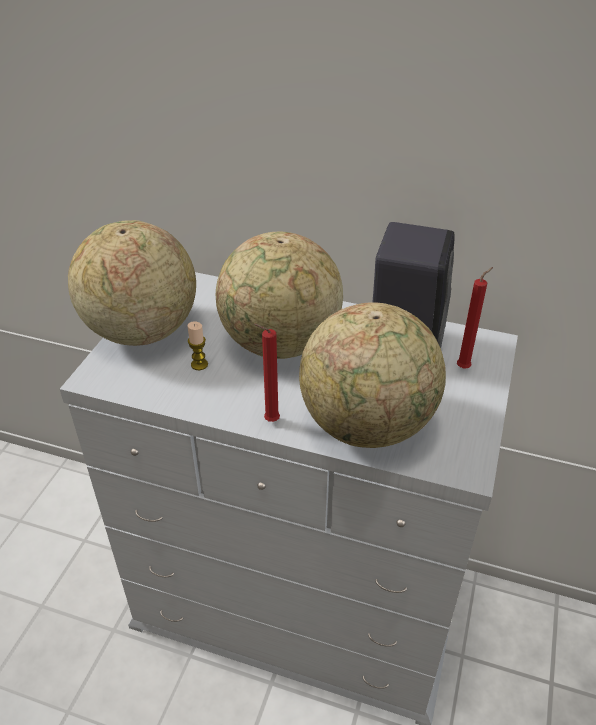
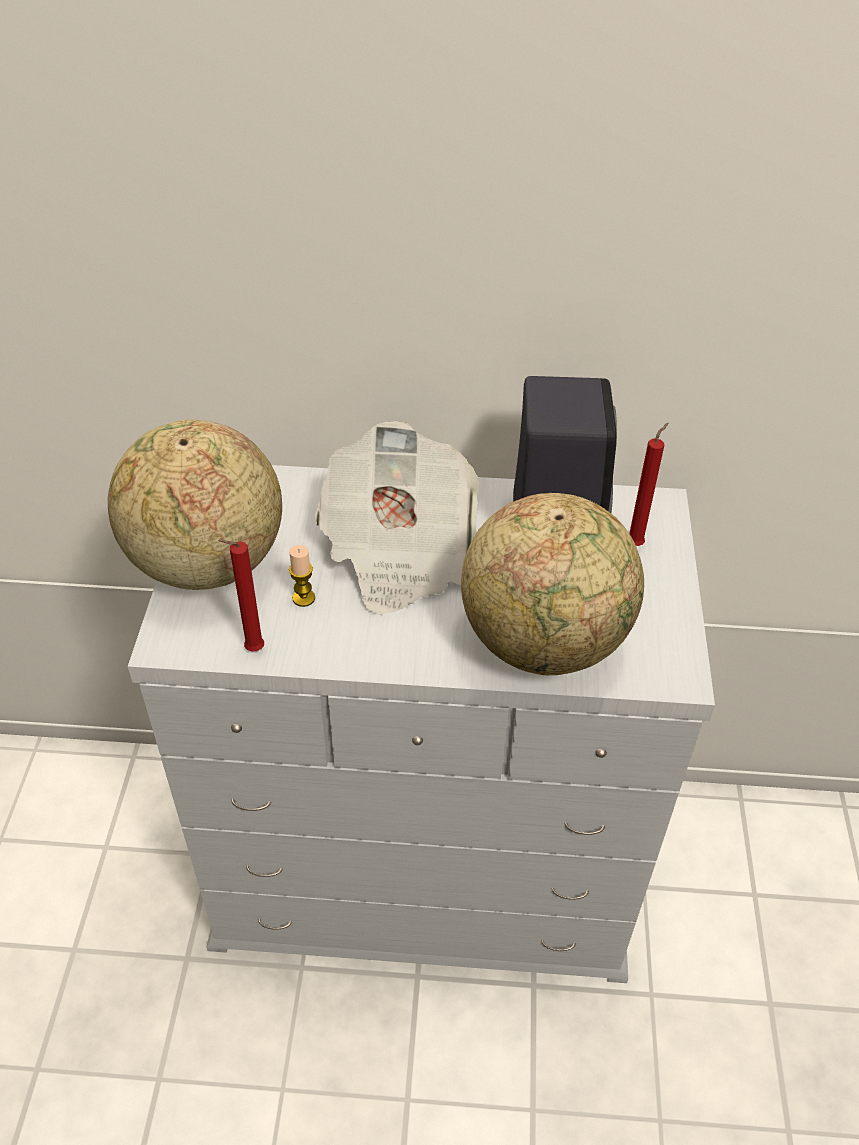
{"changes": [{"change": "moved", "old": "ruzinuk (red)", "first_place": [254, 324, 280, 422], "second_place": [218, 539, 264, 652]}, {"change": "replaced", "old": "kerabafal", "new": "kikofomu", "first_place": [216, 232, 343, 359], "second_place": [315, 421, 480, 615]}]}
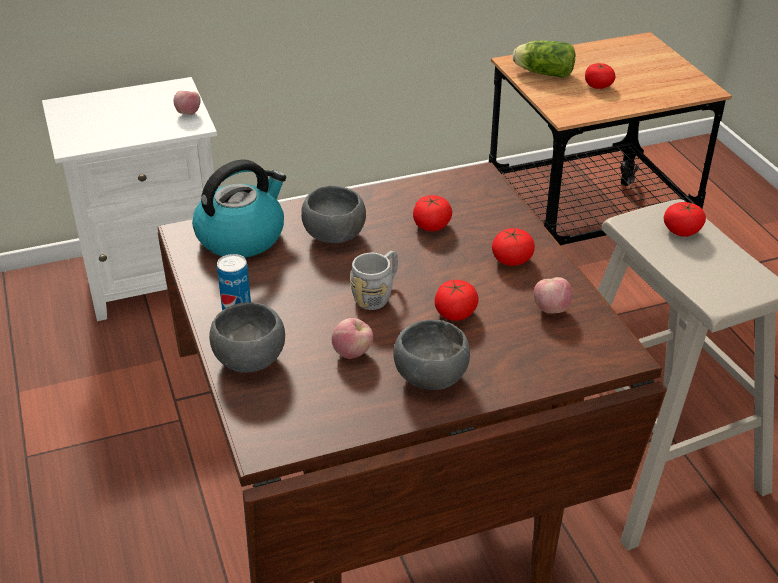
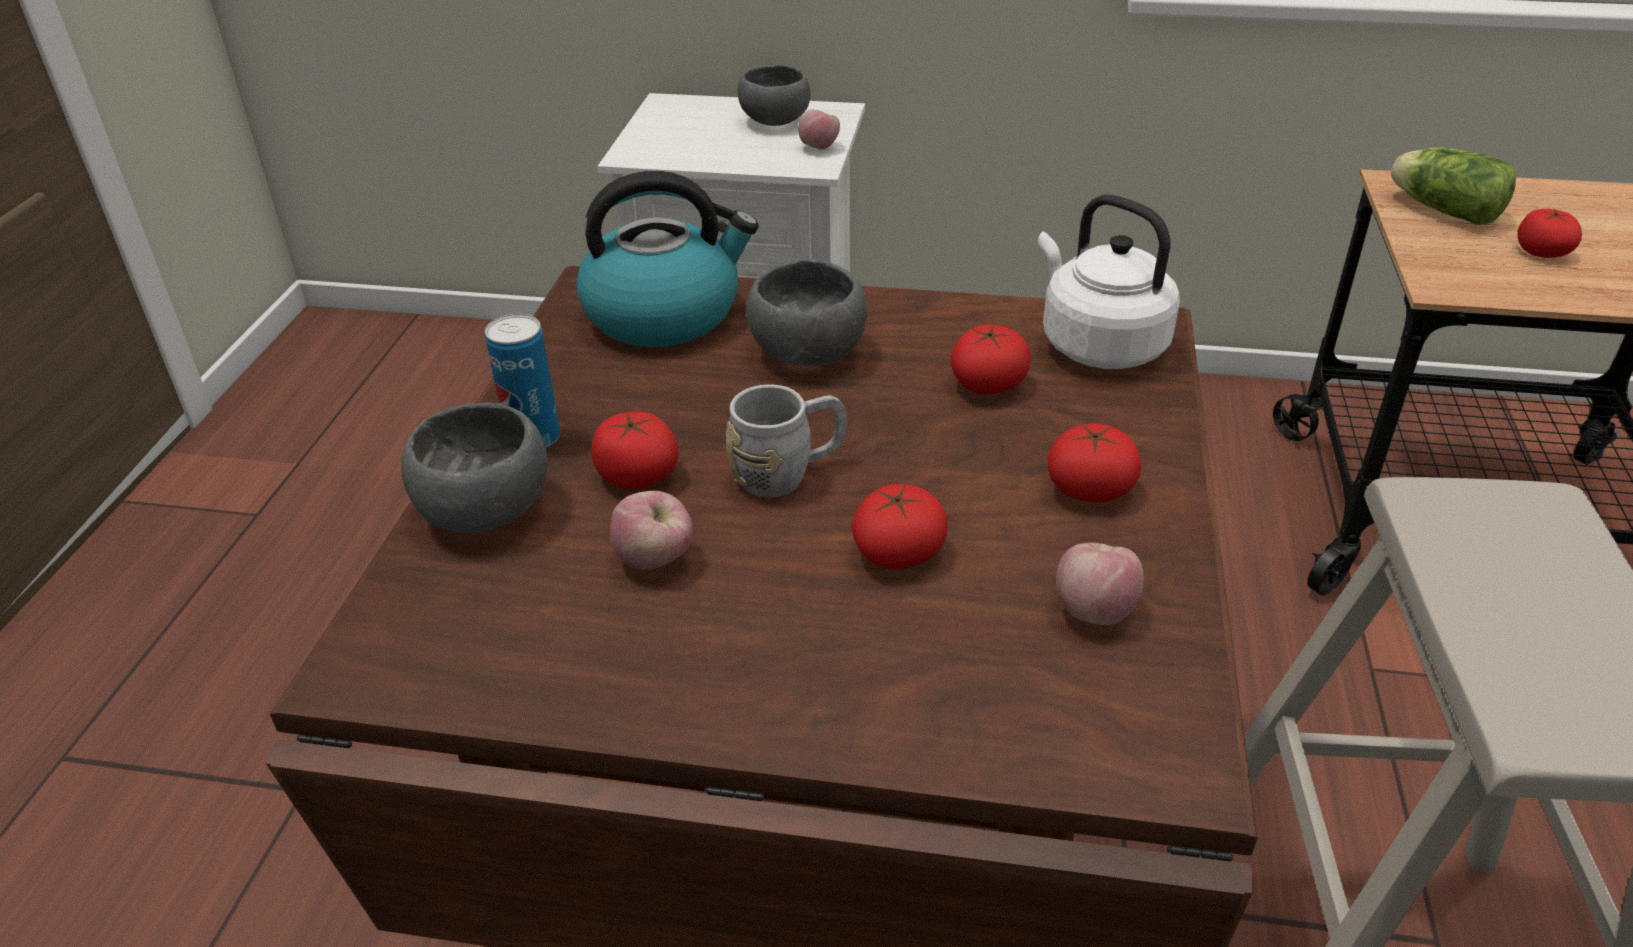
{"changes": [{"change": "added", "new": "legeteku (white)", "second_place": [1038, 194, 1180, 369]}, {"change": "moved", "old": "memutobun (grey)", "first_place": [393, 320, 470, 390], "second_place": [738, 65, 810, 126]}, {"change": "moved", "old": "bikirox", "first_place": [664, 202, 706, 237], "second_place": [591, 412, 678, 489]}]}
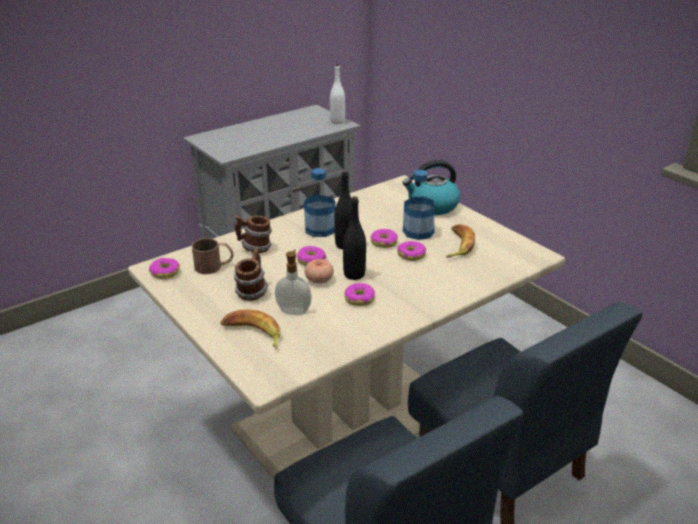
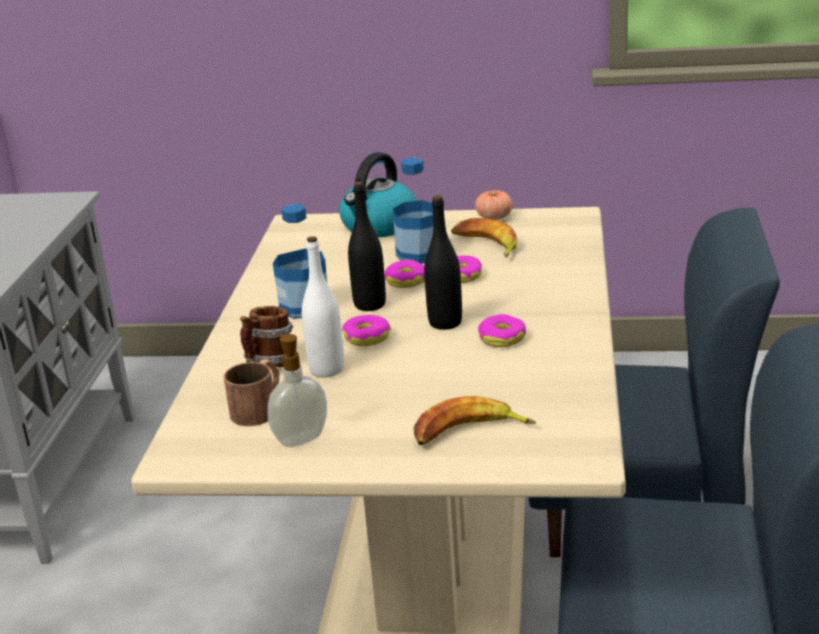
{"changes": [{"change": "removed", "old": "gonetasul", "first_place": [149, 258, 180, 279]}, {"change": "removed", "old": "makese", "first_place": [234, 248, 268, 301]}, {"change": "moved", "old": "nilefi", "first_place": [275, 250, 312, 315], "second_place": [267, 334, 327, 447]}, {"change": "moved", "old": "bikirox", "first_place": [305, 259, 334, 283], "second_place": [475, 190, 513, 220]}, {"change": "moved", "old": "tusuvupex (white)", "first_place": [330, 64, 345, 124], "second_place": [302, 236, 344, 377]}]}
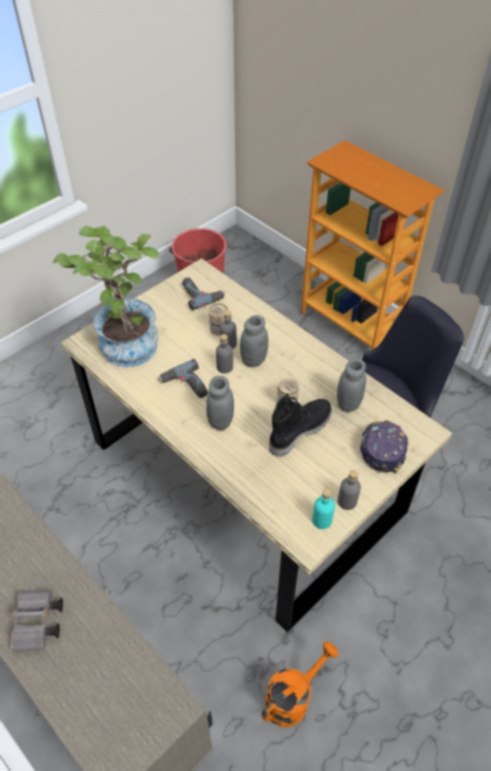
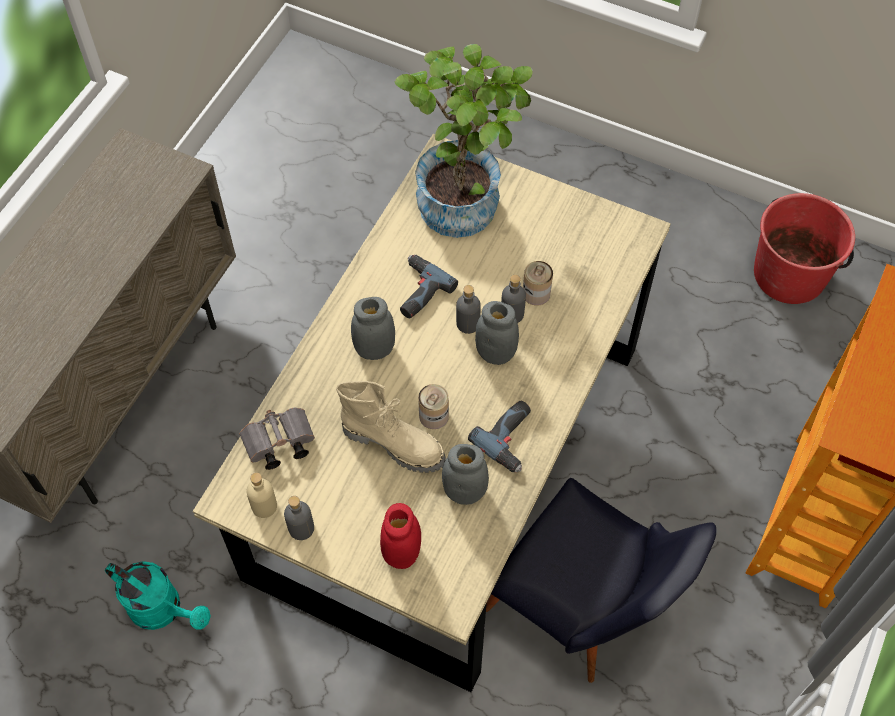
{"changes": [{"change": "moved", "old": "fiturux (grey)", "first_place": [10, 589, 63, 652], "second_place": [239, 408, 315, 470]}, {"change": "moved", "old": "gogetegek", "first_place": [182, 277, 225, 310], "second_place": [468, 401, 531, 472]}, {"change": "replaced", "old": "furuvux", "new": "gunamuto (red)", "first_place": [360, 420, 408, 474], "second_place": [380, 503, 421, 569]}, {"change": "recoloured", "old": "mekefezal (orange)", "new": "mekefezal (turquoise)", "first_place": [261, 641, 339, 727], "second_place": [105, 561, 211, 630]}, {"change": "recoloured", "old": "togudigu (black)", "new": "togudigu (beige)", "first_place": [269, 394, 332, 457], "second_place": [336, 381, 446, 473]}, {"change": "recoloured", "old": "tusuvupex (turquoise)", "new": "tusuvupex (beige)", "first_place": [312, 489, 335, 529], "second_place": [246, 473, 277, 518]}]}
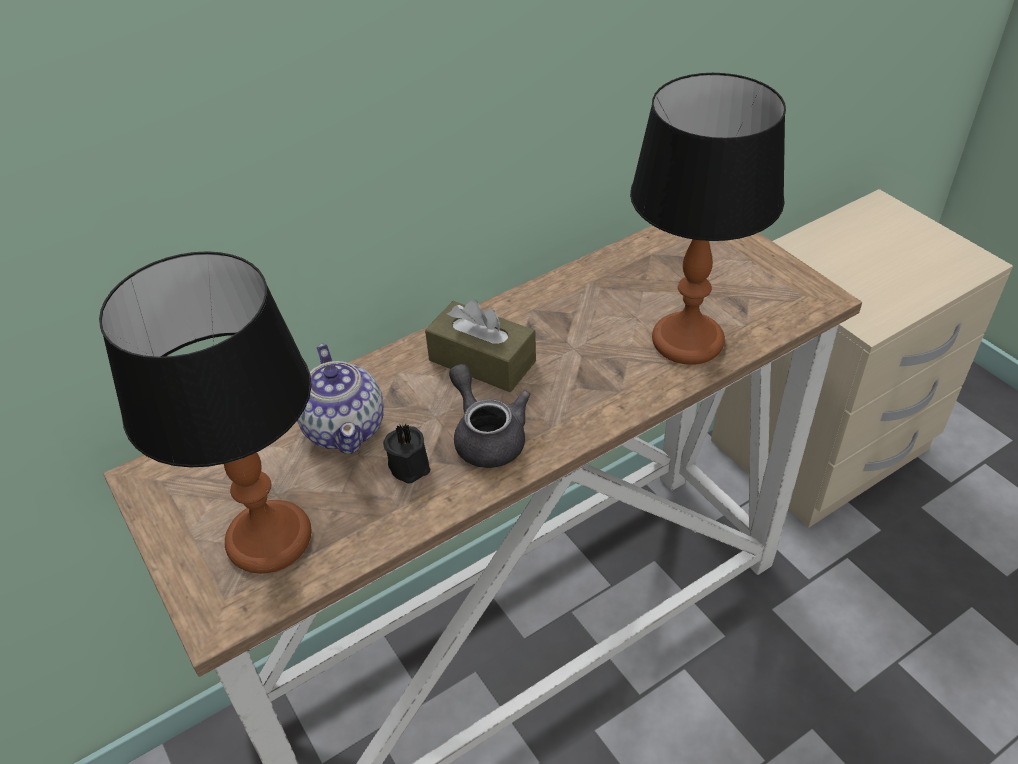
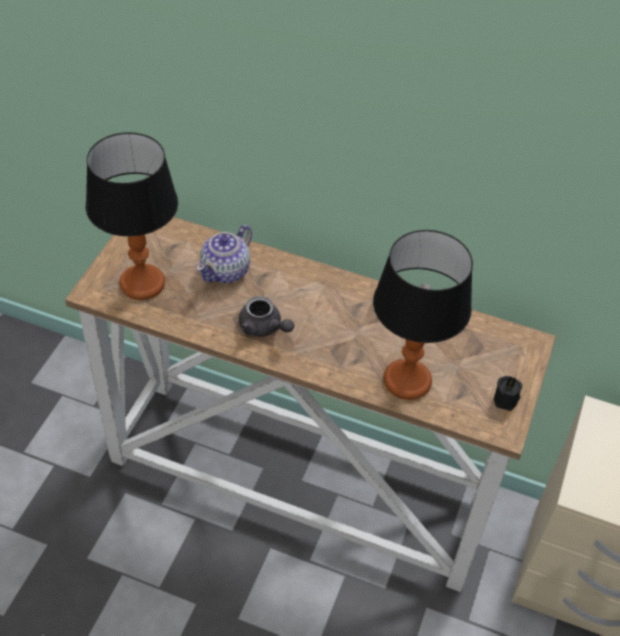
{"changes": [{"change": "removed", "old": "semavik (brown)", "first_place": [425, 300, 536, 392]}, {"change": "moved", "old": "ruzinuk (black)", "first_place": [383, 424, 430, 484], "second_place": [494, 376, 522, 411]}, {"change": "turned", "old": "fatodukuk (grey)", "first_place": [449, 364, 530, 468], "second_place": [239, 296, 294, 337], "degrees": 105}]}
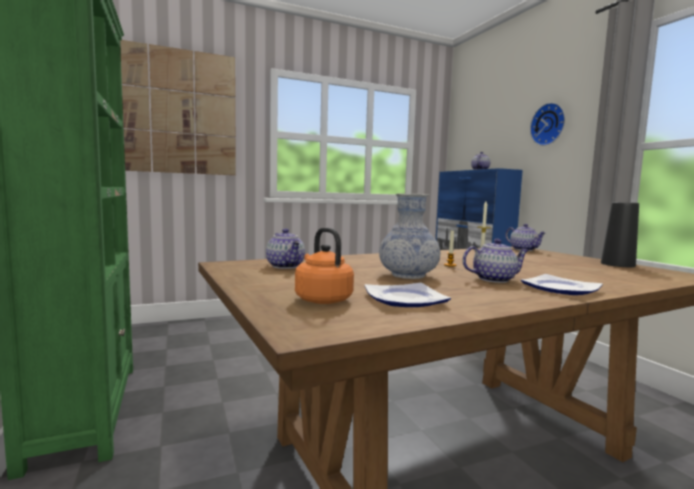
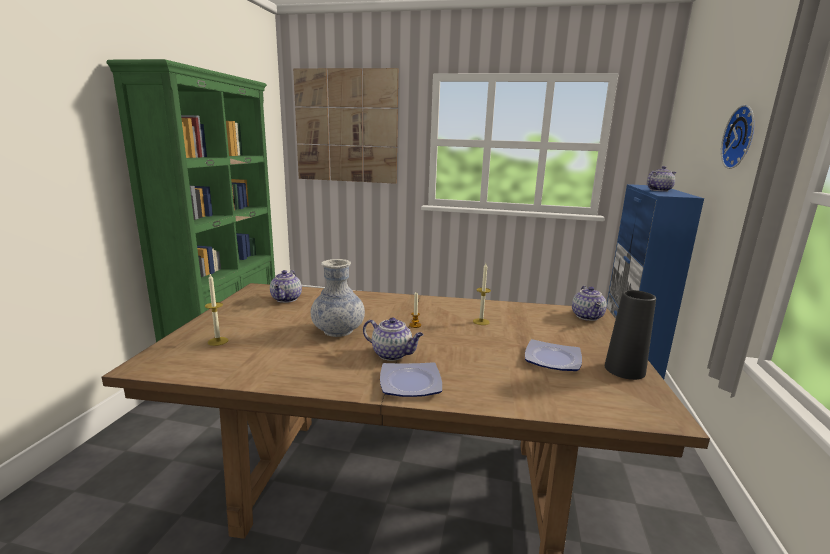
{"changes": [{"change": "moved", "old": "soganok", "first_place": [364, 283, 451, 307], "second_place": [525, 339, 582, 371]}, {"change": "replaced", "old": "legeteku (orange)", "new": "ruzinuk", "first_place": [295, 228, 354, 304], "second_place": [205, 274, 228, 346]}]}
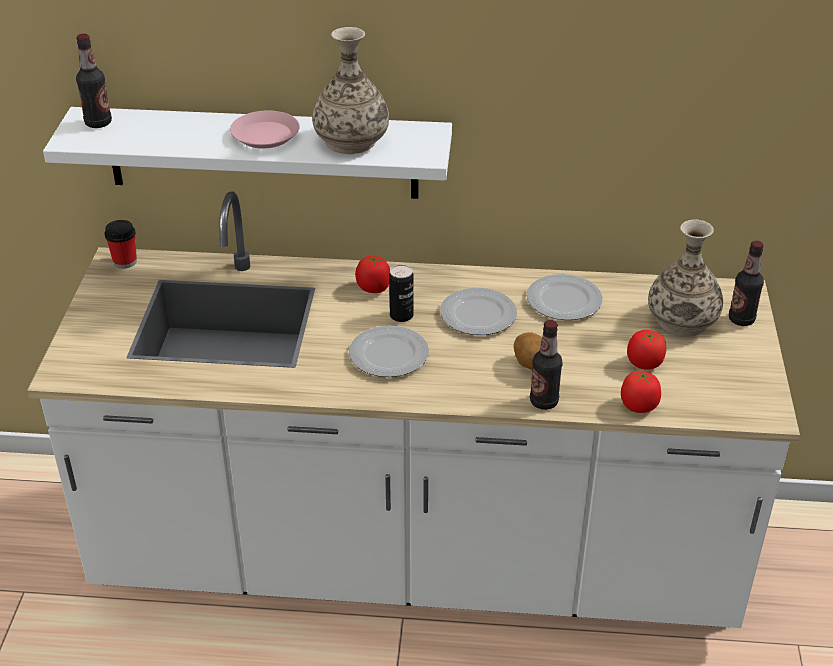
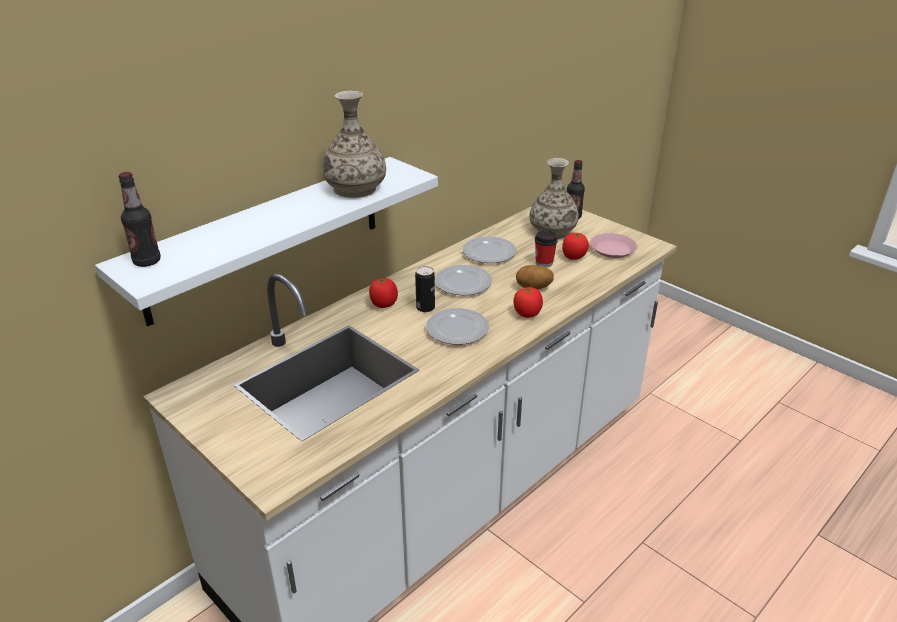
{"changes": [{"change": "removed", "old": "tusuvupex", "first_place": [530, 320, 563, 410]}, {"change": "moved", "old": "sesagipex", "first_place": [104, 220, 137, 269], "second_place": [535, 230, 558, 267]}, {"change": "moved", "old": "soganok (pink)", "first_place": [230, 111, 300, 149], "second_place": [590, 233, 637, 258]}, {"change": "moved", "old": "bikirox", "first_place": [621, 369, 661, 413], "second_place": [513, 287, 543, 318]}]}
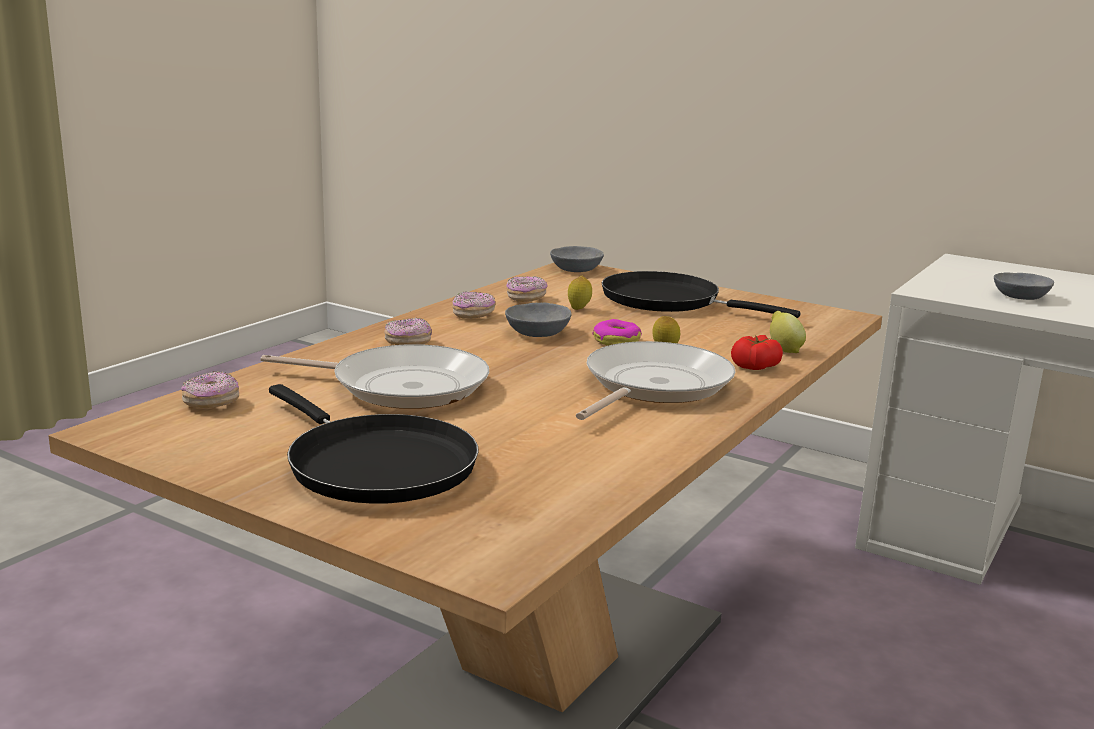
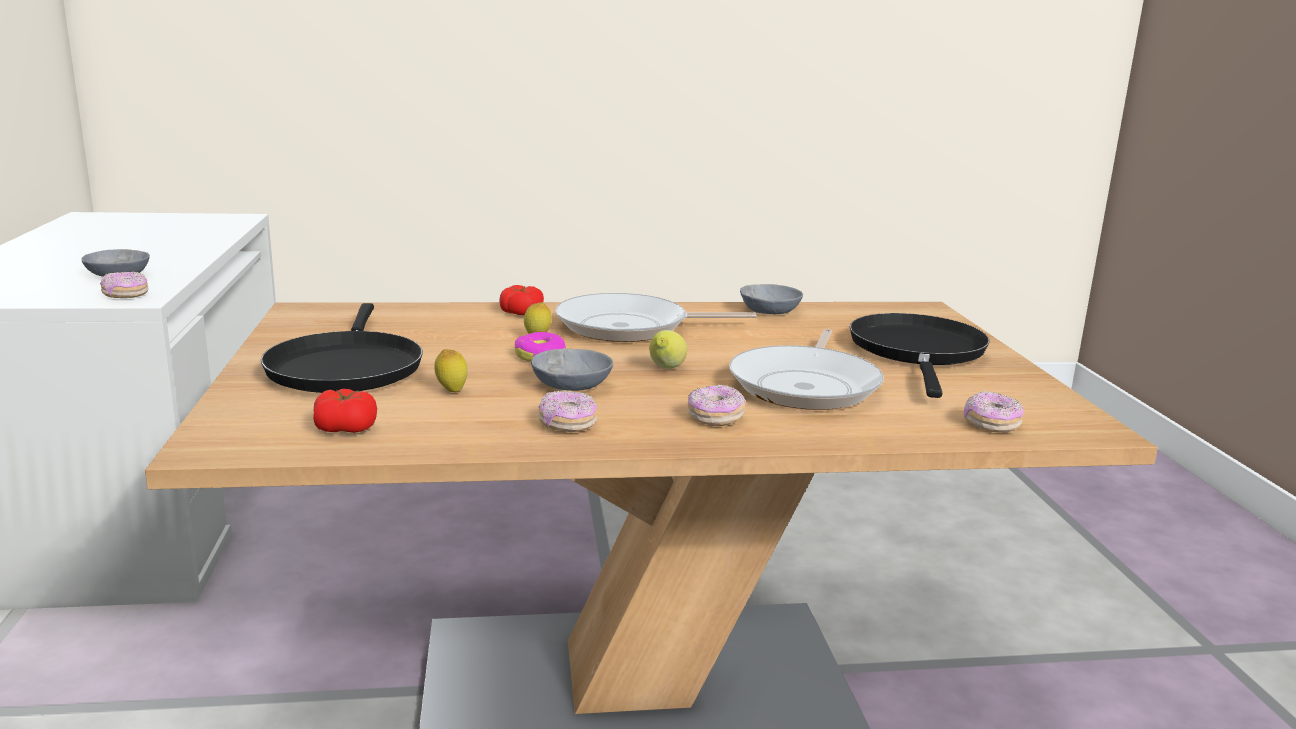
{"changes": [{"change": "added", "new": "bikirox", "second_place": [313, 389, 377, 433]}, {"change": "moved", "old": "gonetasul", "first_place": [506, 276, 548, 302], "second_place": [100, 272, 148, 298]}, {"change": "moved", "old": "memutobun (grey)", "first_place": [550, 246, 604, 272], "second_place": [740, 284, 803, 314]}, {"change": "moved", "old": "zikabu", "first_place": [770, 311, 806, 353], "second_place": [649, 330, 687, 369]}, {"change": "turned", "old": "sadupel", "first_place": [260, 344, 489, 409], "second_place": [729, 329, 884, 410], "degrees": -135}]}
